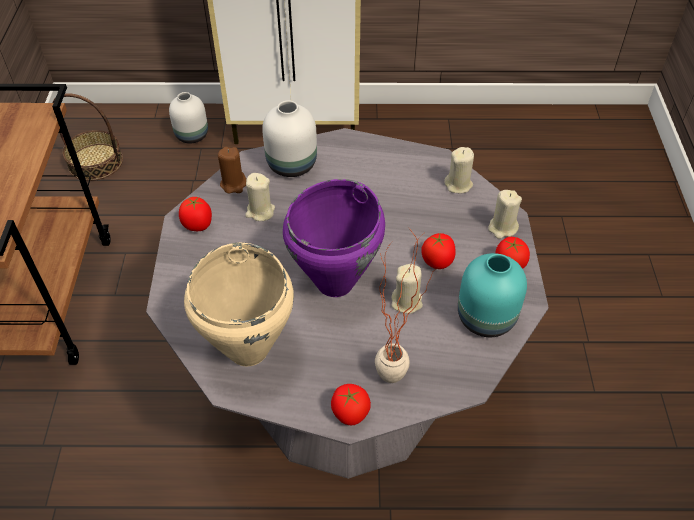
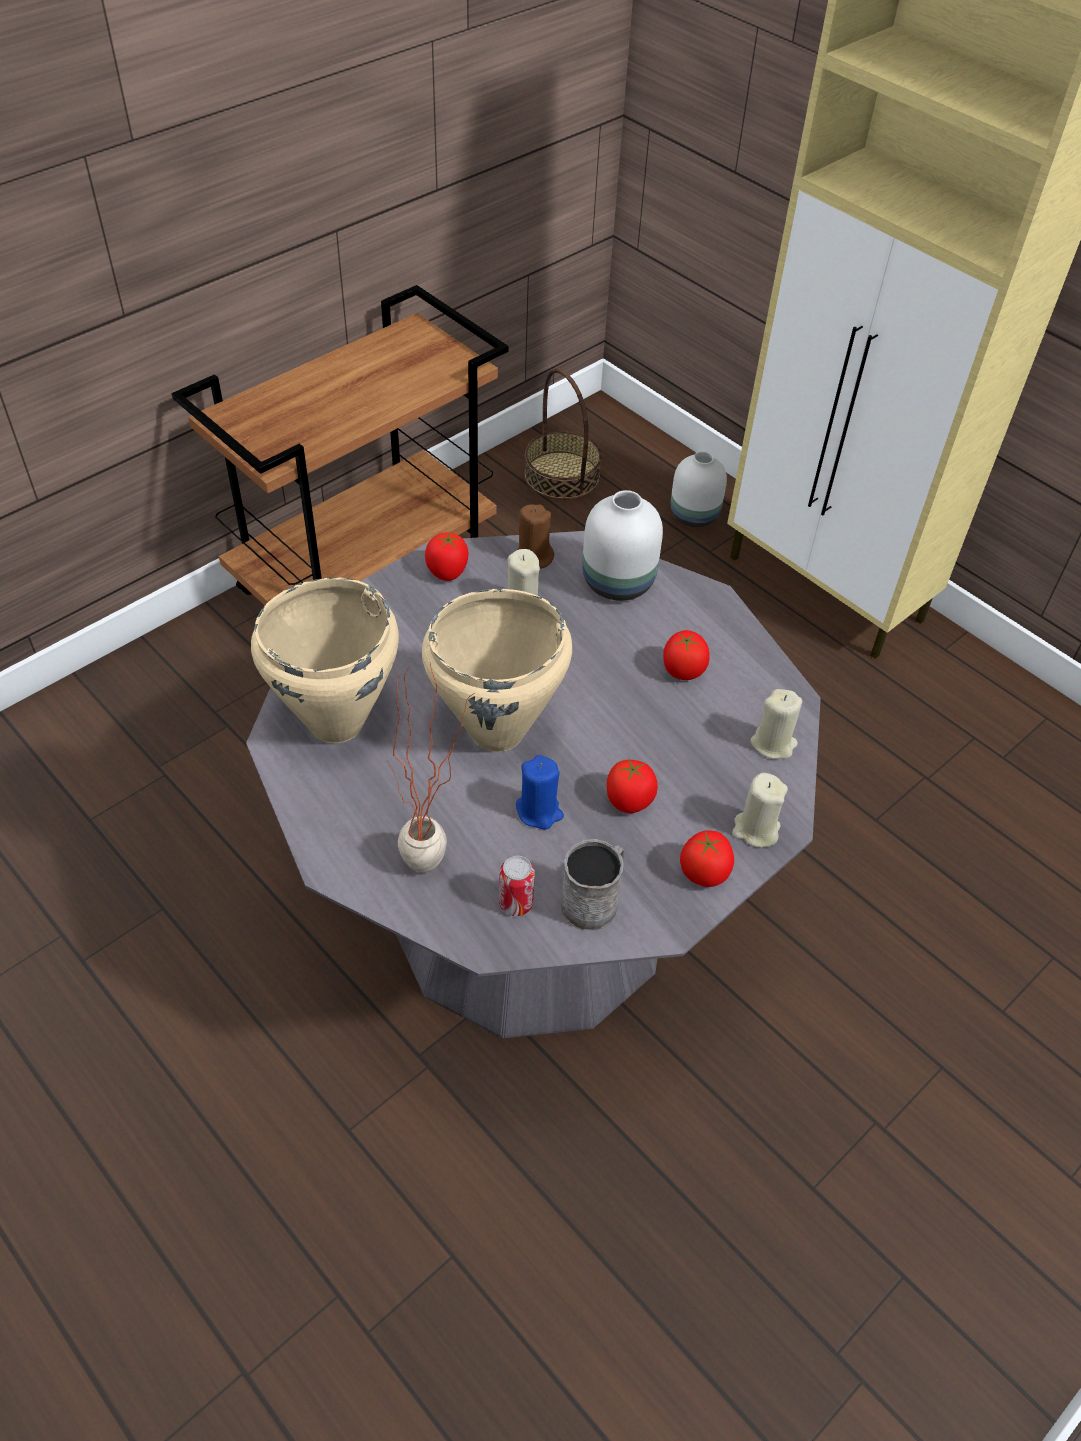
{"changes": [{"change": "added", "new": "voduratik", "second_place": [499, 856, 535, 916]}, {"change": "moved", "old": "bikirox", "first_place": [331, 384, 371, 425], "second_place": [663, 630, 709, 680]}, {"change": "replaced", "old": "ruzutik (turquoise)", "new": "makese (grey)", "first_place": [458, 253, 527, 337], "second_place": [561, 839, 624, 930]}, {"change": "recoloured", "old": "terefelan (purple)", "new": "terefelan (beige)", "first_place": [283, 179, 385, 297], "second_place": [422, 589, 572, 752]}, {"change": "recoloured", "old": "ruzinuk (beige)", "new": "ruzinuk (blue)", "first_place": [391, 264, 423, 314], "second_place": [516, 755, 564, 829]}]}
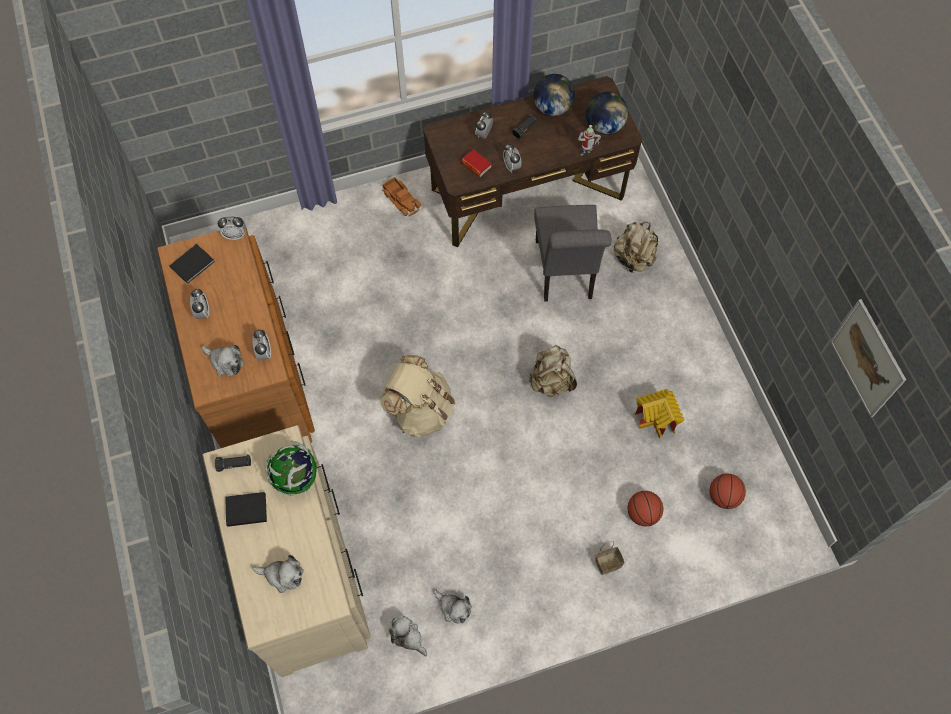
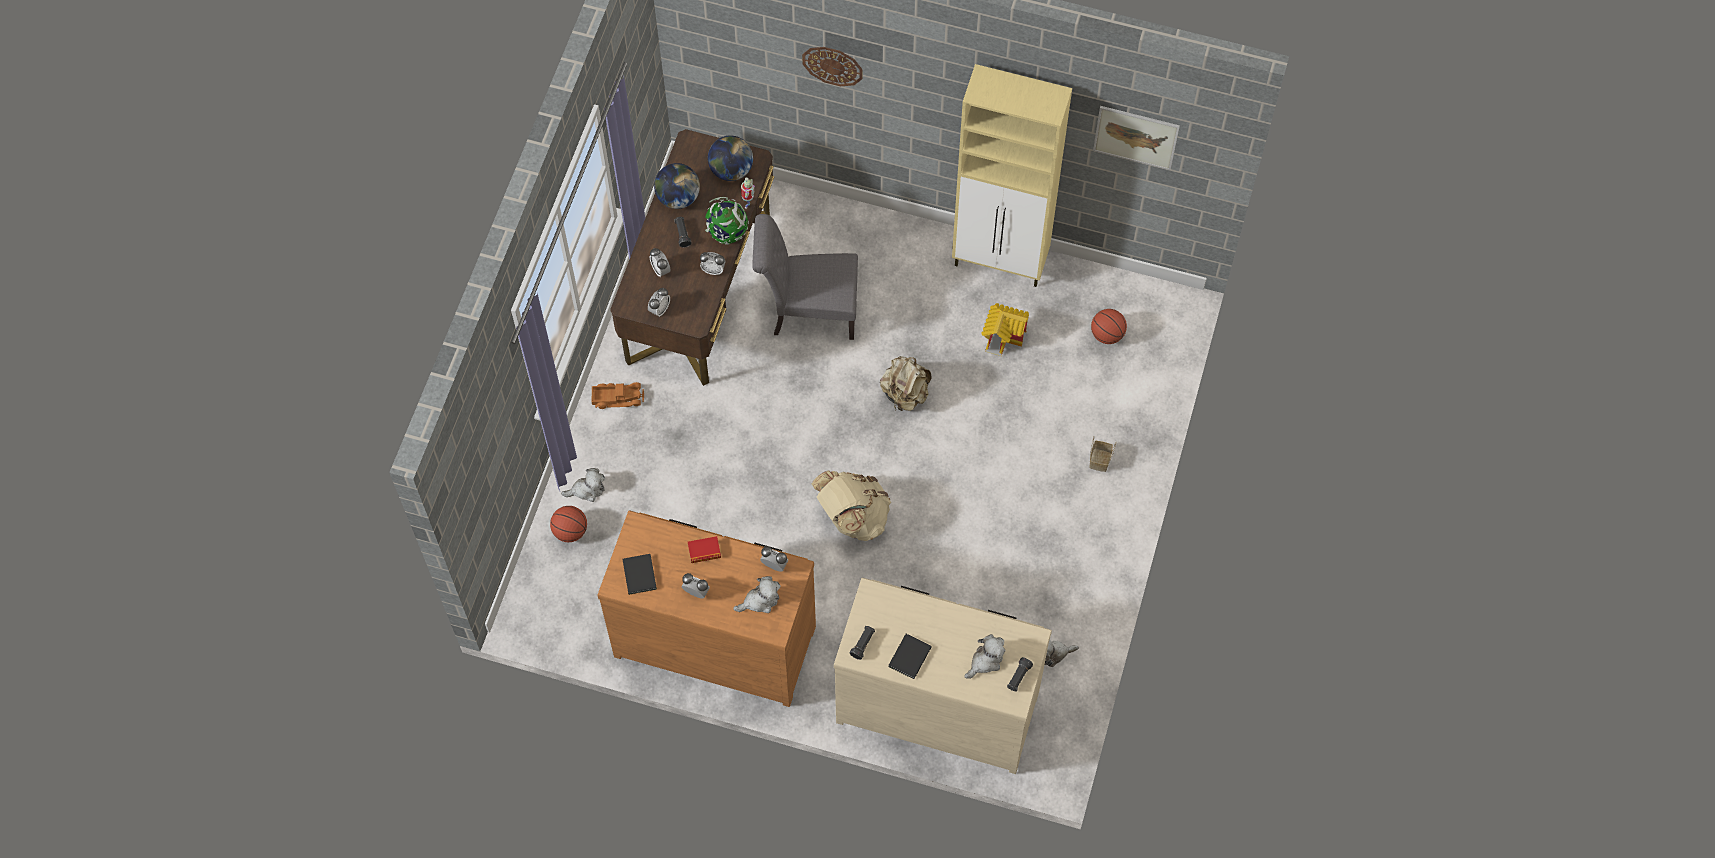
{"changes": [{"change": "removed", "old": "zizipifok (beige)", "first_place": [614, 222, 658, 273]}, {"change": "added", "new": "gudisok", "second_place": [802, 47, 862, 86]}, {"change": "added", "new": "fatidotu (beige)", "second_place": [952, 64, 1072, 287]}, {"change": "added", "new": "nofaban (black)", "second_place": [1007, 657, 1033, 692]}, {"change": "moved", "old": "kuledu", "first_place": [218, 216, 245, 240], "second_place": [648, 288, 670, 317]}, {"change": "moved", "old": "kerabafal", "first_place": [266, 441, 317, 496], "second_place": [705, 197, 749, 245]}, {"change": "moved", "old": "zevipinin", "first_place": [433, 589, 472, 624], "second_place": [561, 468, 605, 502]}, {"change": "moved", "old": "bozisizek", "first_place": [461, 149, 492, 177], "second_place": [688, 536, 721, 563]}, {"change": "moved", "old": "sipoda", "first_place": [628, 491, 663, 526], "second_place": [550, 506, 587, 542]}, {"change": "turned", "old": "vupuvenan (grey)", "first_place": [534, 205, 611, 302], "second_place": [752, 214, 858, 340], "degrees": 150}]}
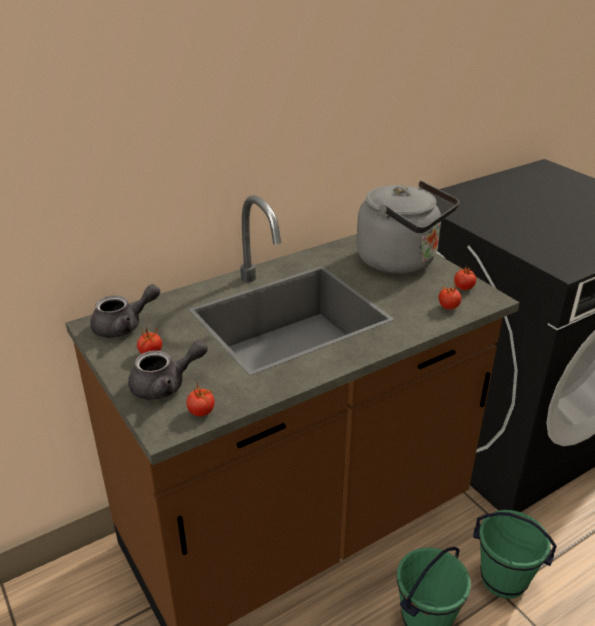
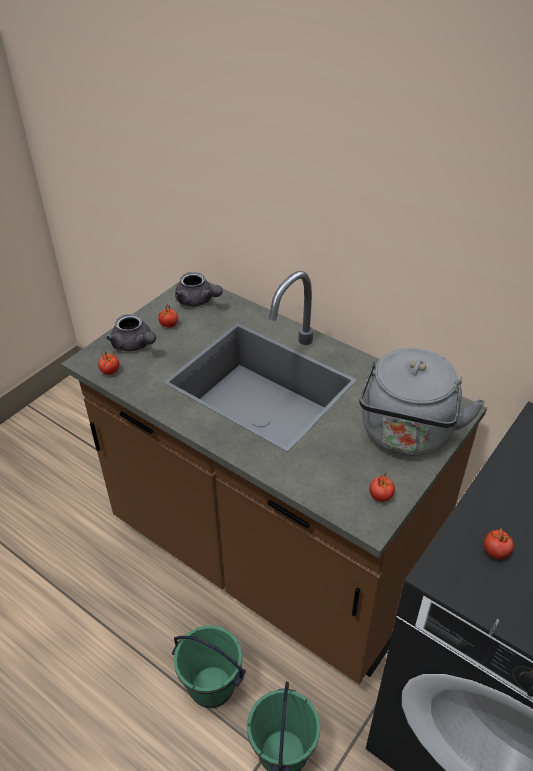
{"changes": [{"change": "moved", "old": "bikirox", "first_place": [439, 283, 461, 309], "second_place": [484, 528, 514, 559]}]}
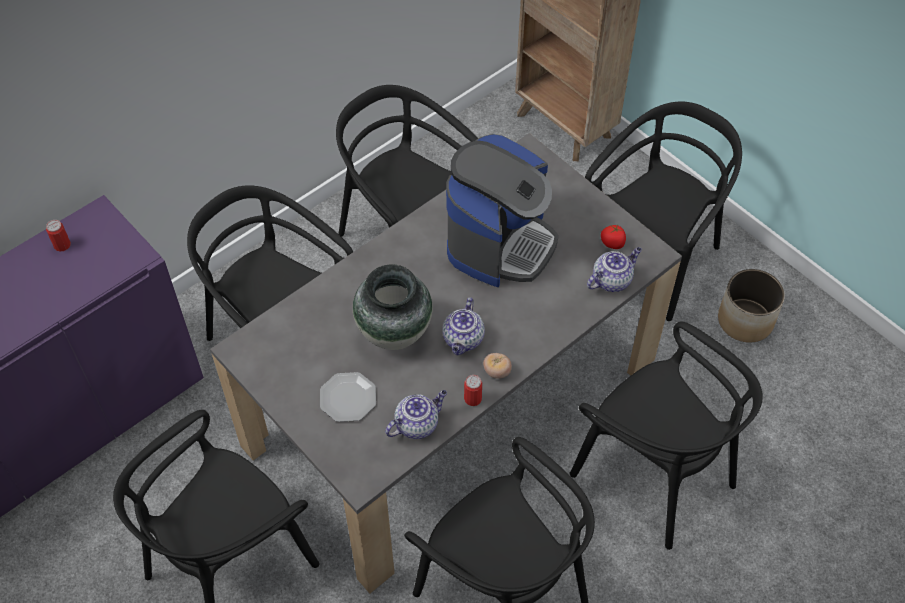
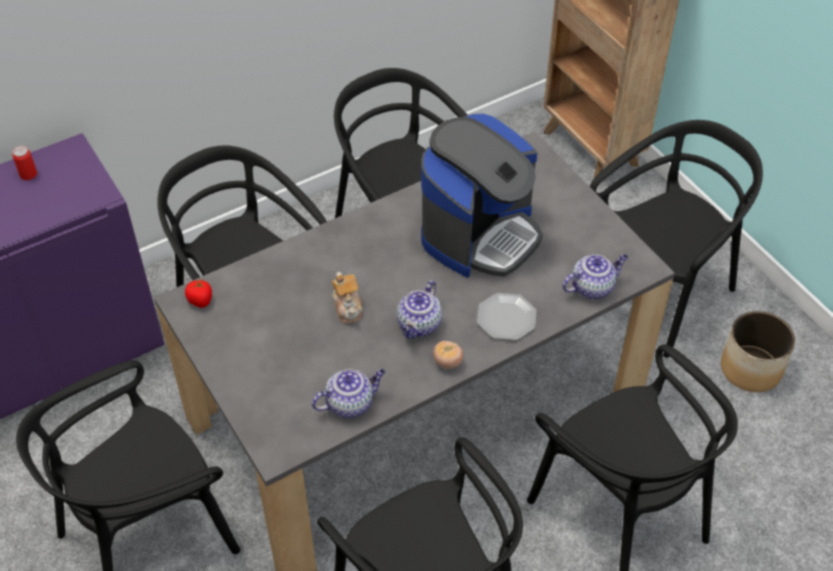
{"changes": [{"change": "removed", "old": "voduratik", "first_place": [464, 375, 482, 406]}, {"change": "moved", "old": "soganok", "first_place": [320, 372, 376, 422], "second_place": [477, 293, 537, 340]}, {"change": "moved", "old": "bikirox", "first_place": [601, 224, 626, 249], "second_place": [185, 280, 212, 308]}, {"change": "replaced", "old": "ruzutik", "new": "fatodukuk", "first_place": [353, 264, 433, 350], "second_place": [332, 272, 363, 324]}]}
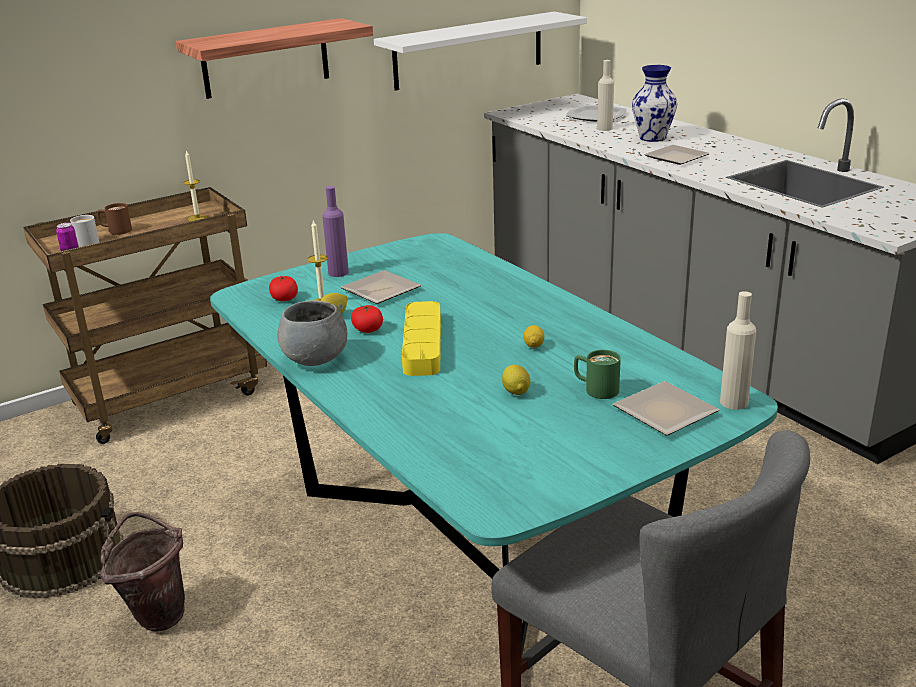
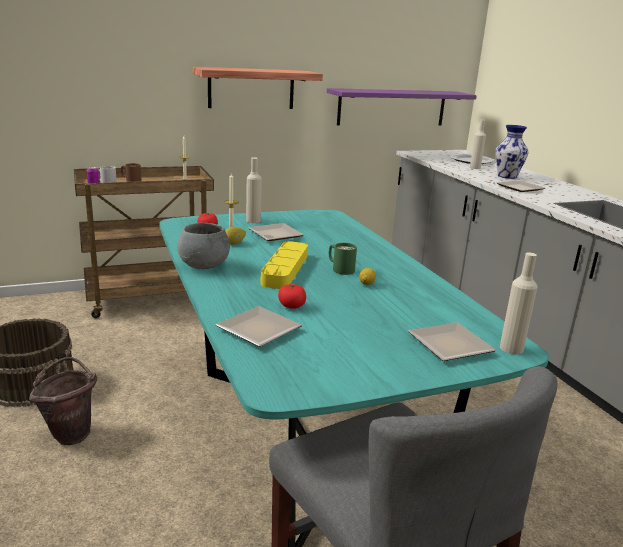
{"changes": [{"change": "removed", "old": "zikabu", "first_place": [502, 365, 530, 395]}, {"change": "added", "new": "soganok", "second_place": [215, 306, 302, 347]}, {"change": "moved", "old": "bikirox", "first_place": [351, 305, 383, 333], "second_place": [278, 283, 306, 309]}, {"change": "moved", "old": "makese (green)", "first_place": [574, 350, 621, 399], "second_place": [329, 243, 357, 275]}, {"change": "recoloured", "old": "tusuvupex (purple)", "new": "tusuvupex (beige)", "first_place": [322, 186, 349, 277], "second_place": [246, 157, 262, 223]}, {"change": "recoloured", "old": "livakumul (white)", "new": "livakumul (purple)", "first_place": [374, 12, 587, 91], "second_place": [327, 88, 477, 126]}]}
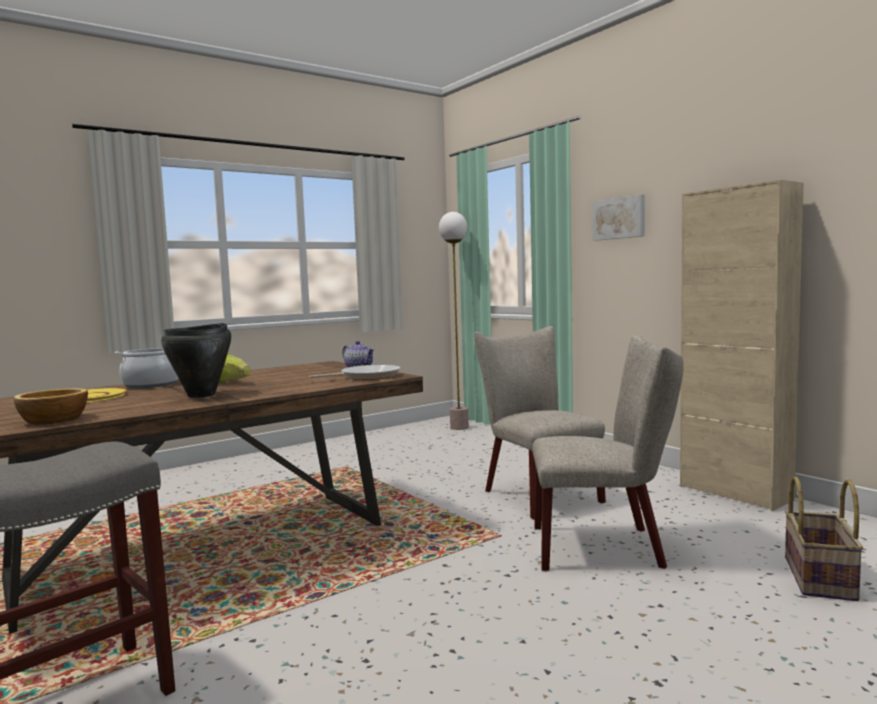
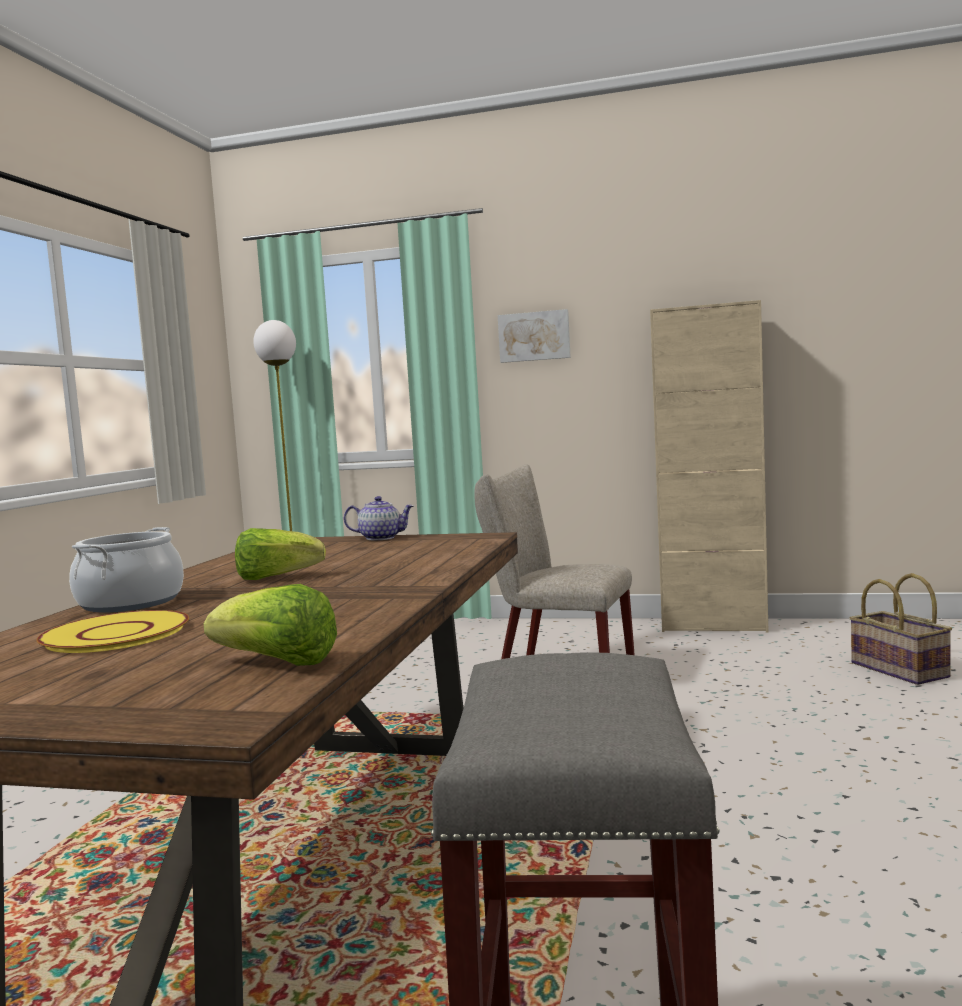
{"changes": [{"change": "removed", "old": "terefelan (black)", "first_place": [161, 323, 231, 398]}, {"change": "removed", "old": "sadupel", "first_place": [309, 365, 400, 380]}, {"change": "removed", "old": "vupuvenan (beige)", "first_place": [532, 335, 684, 571]}, {"change": "replaced", "old": "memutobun", "new": "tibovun", "first_place": [14, 388, 88, 425], "second_place": [204, 584, 337, 666]}]}
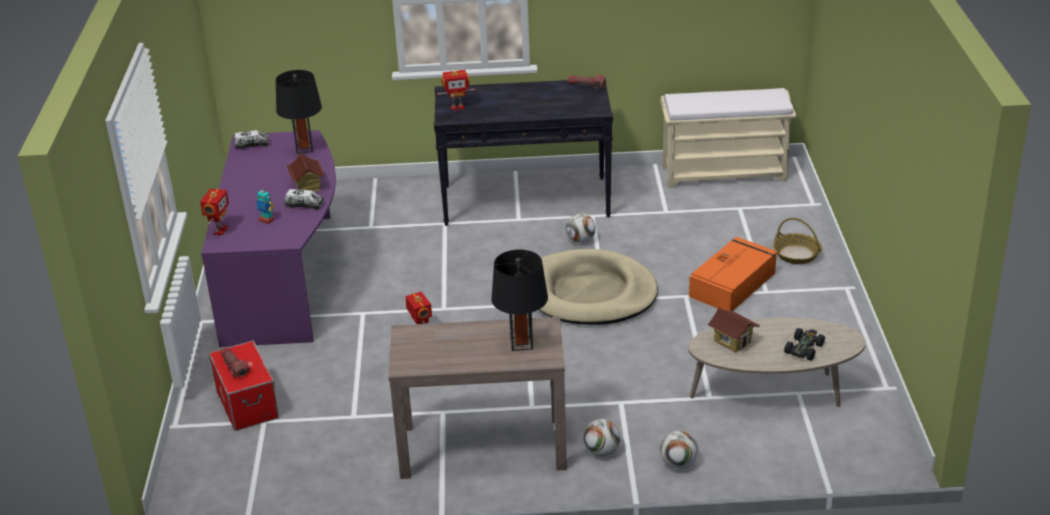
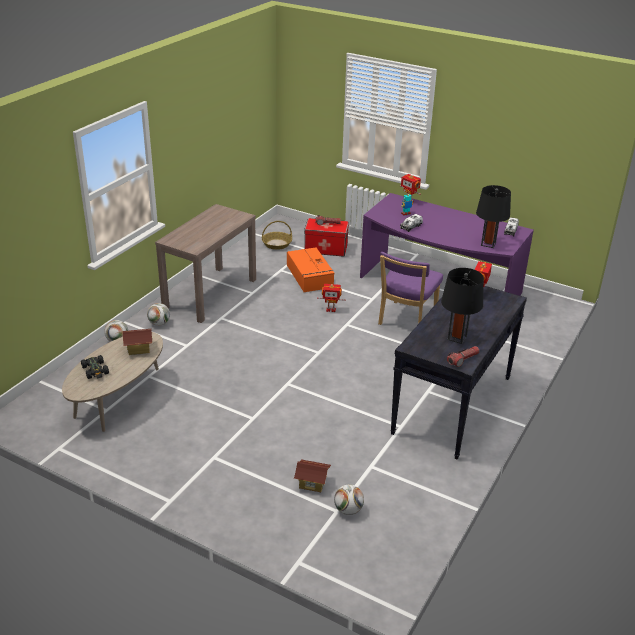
{"changes": [{"change": "removed", "old": "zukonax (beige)", "first_place": [539, 249, 658, 325]}, {"change": "removed", "old": "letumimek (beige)", "first_place": [660, 88, 797, 188]}, {"change": "added", "new": "vupuvenan (purple)", "second_place": [378, 252, 443, 325]}, {"change": "moved", "old": "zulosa", "first_place": [287, 153, 325, 192], "second_place": [294, 459, 331, 492]}, {"change": "moved", "old": "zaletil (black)", "first_place": [491, 250, 548, 351], "second_place": [441, 268, 484, 344]}, {"change": "moved", "old": "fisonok", "first_place": [566, 213, 596, 243], "second_place": [334, 484, 364, 515]}, {"change": "moved", "old": "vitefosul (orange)", "first_place": [689, 237, 777, 311], "second_place": [287, 247, 335, 292]}, {"change": "moved", "old": "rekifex", "first_place": [773, 218, 822, 264], "second_place": [262, 221, 292, 250]}]}
